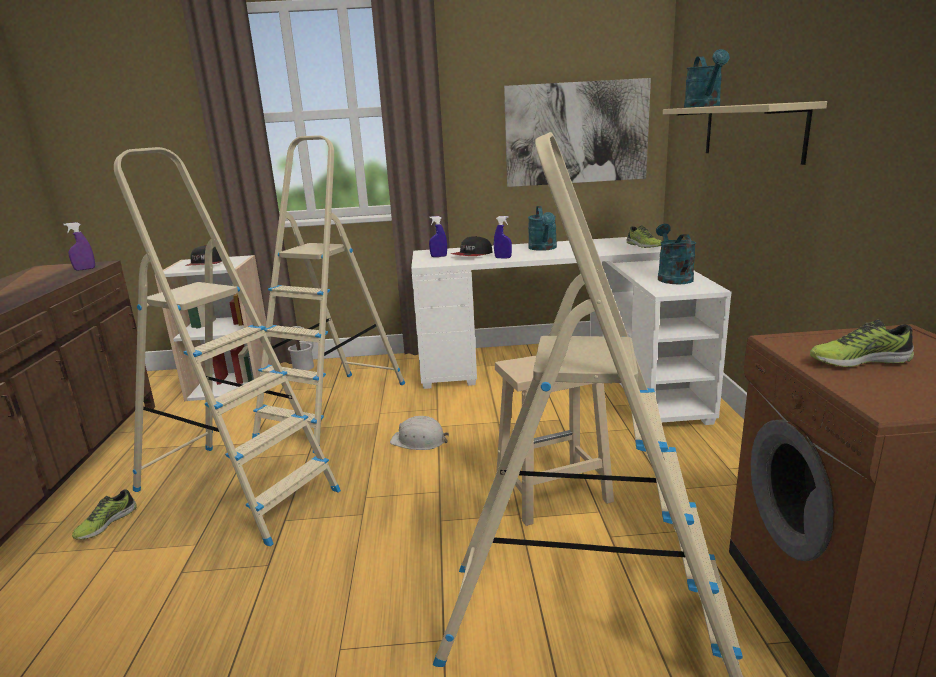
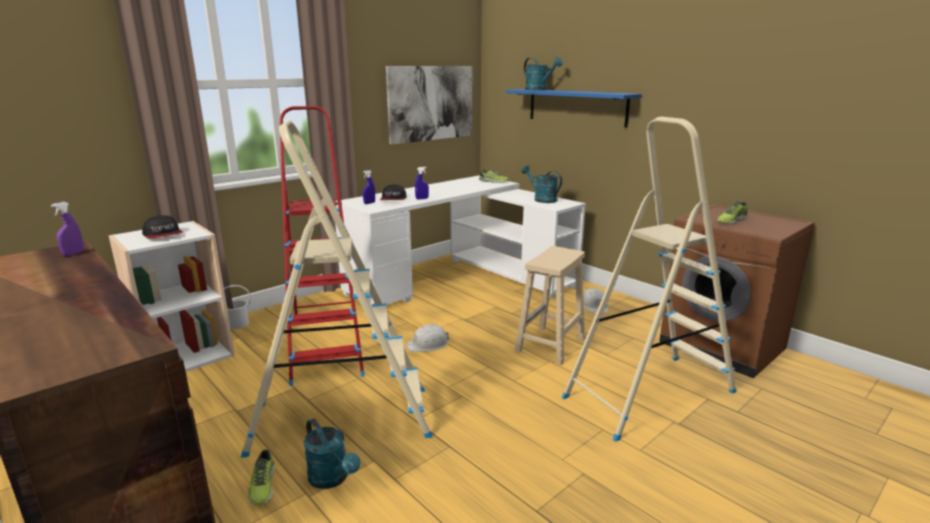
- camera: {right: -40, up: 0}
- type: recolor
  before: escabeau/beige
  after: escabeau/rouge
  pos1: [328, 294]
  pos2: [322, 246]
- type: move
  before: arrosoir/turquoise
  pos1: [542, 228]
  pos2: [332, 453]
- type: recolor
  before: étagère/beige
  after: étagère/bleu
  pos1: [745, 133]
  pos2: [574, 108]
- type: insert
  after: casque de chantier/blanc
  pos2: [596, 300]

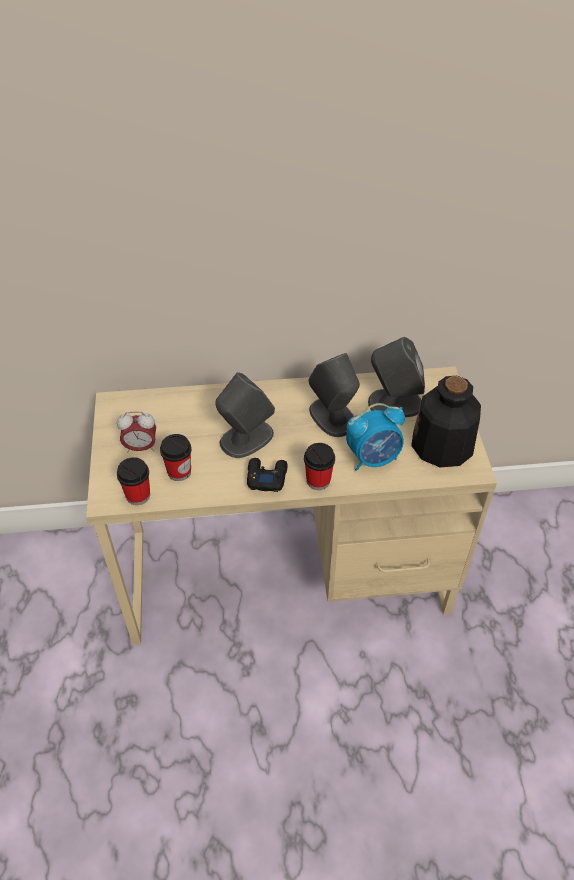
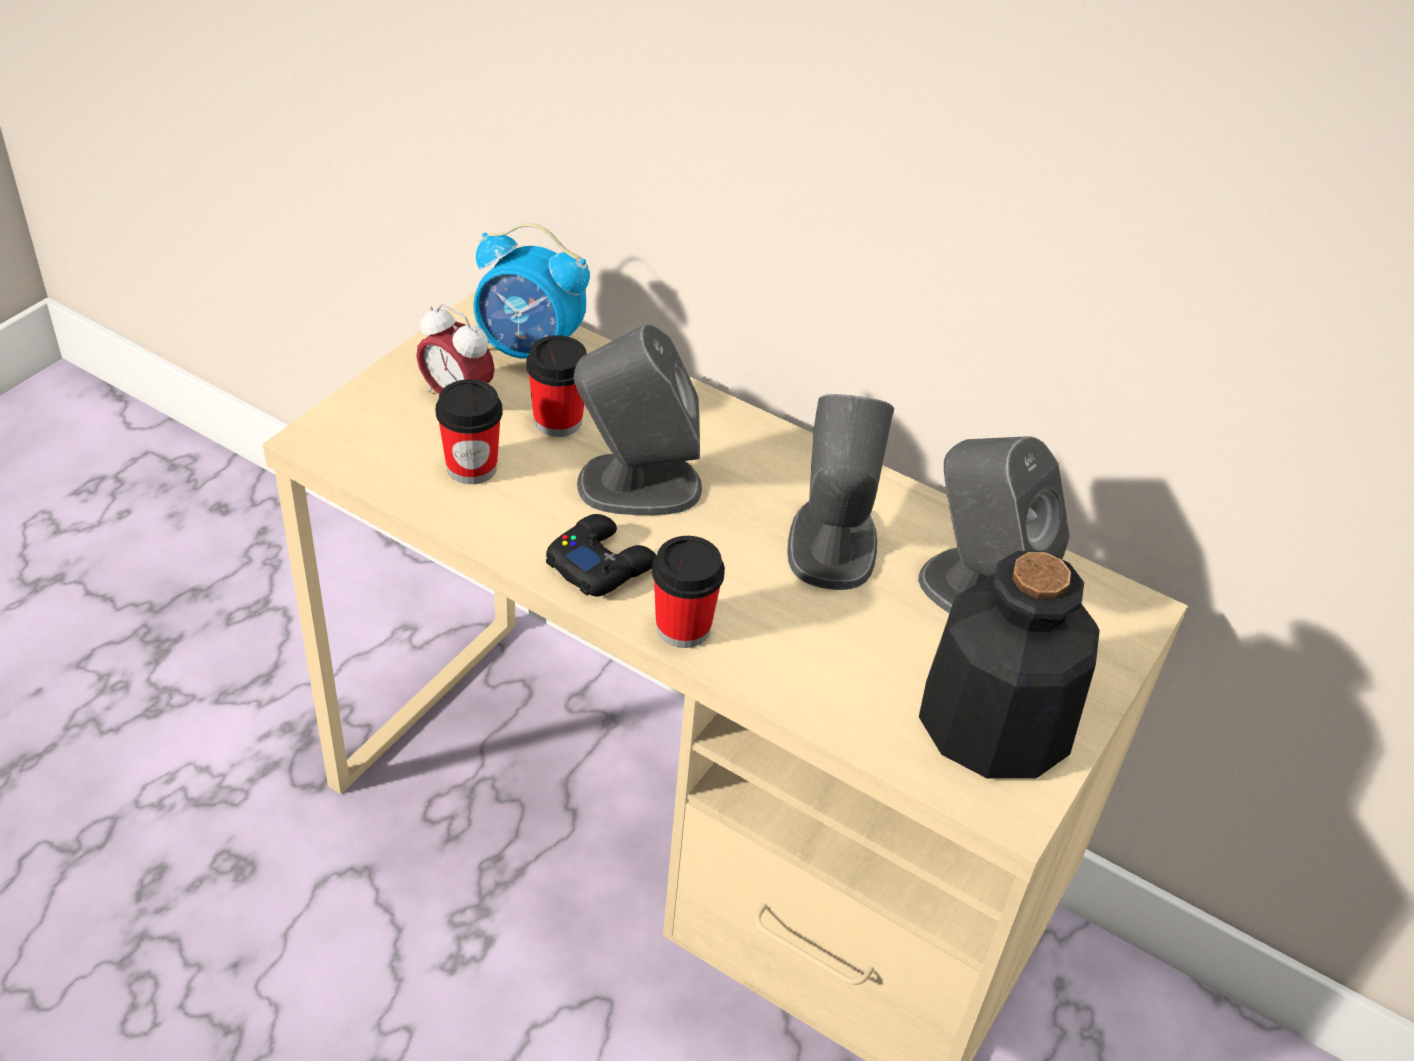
- camera: {right: 35, up: -5}
- type: move
  before: réveil
  pos1: [375, 437]
  pos2: [531, 291]
- type: move
  before: tasse
  pos1: [133, 481]
  pos2: [556, 386]

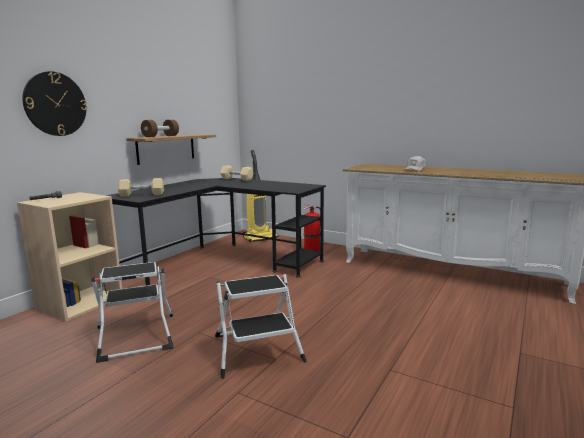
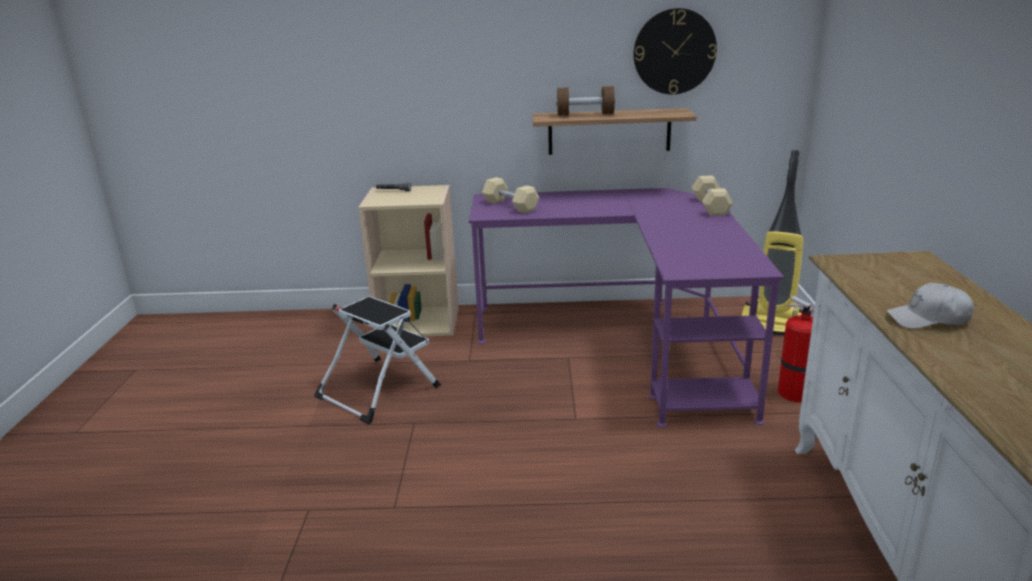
- camera: {right: 60, up: 10}
- type: recolor
  before: bureau/noir
  after: bureau/violet
  pos1: [216, 232]
  pos2: [626, 308]
- type: move
  before: horloge murale
  pos1: [54, 103]
  pos2: [675, 51]
- type: delete
  before: escabeau
  pos1: [261, 326]

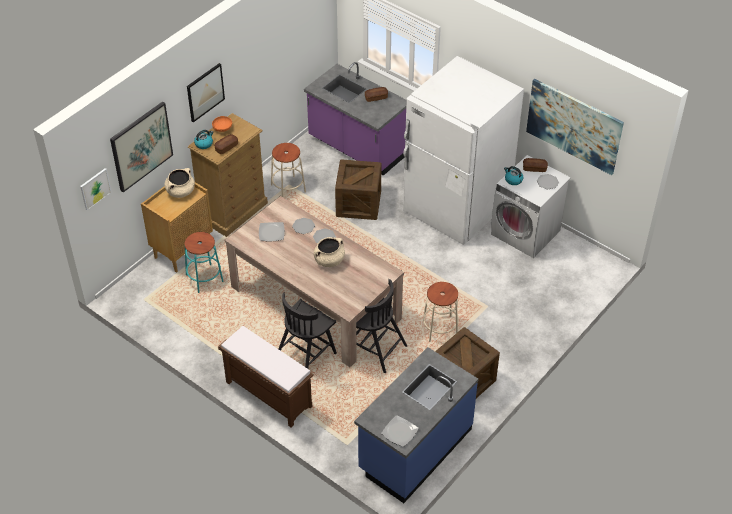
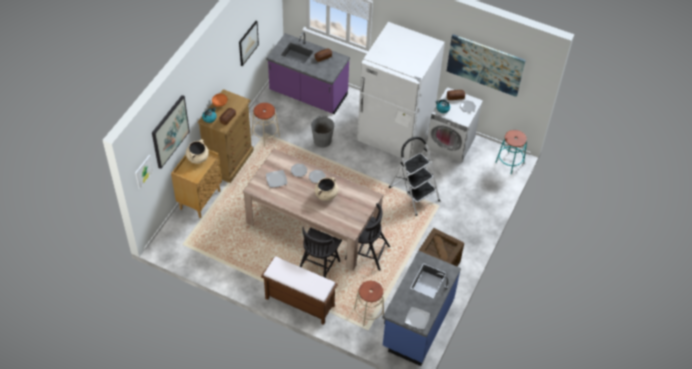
- camera: {right: -15, up: 5}
- type: move
  before: tableau
  pos1: [206, 92]
  pos2: [249, 43]
- type: replace
  before: caisse
  after: seau/gris
  pos1: [358, 189]
  pos2: [322, 131]
- type: move
  before: tabouret/beige
  pos1: [441, 312]
  pos2: [369, 304]
- type: insert
  after: escabeau
  pos2: [414, 176]
- type: move
  before: tabouret/turquoise
  pos1: [204, 262]
  pos2: [511, 152]

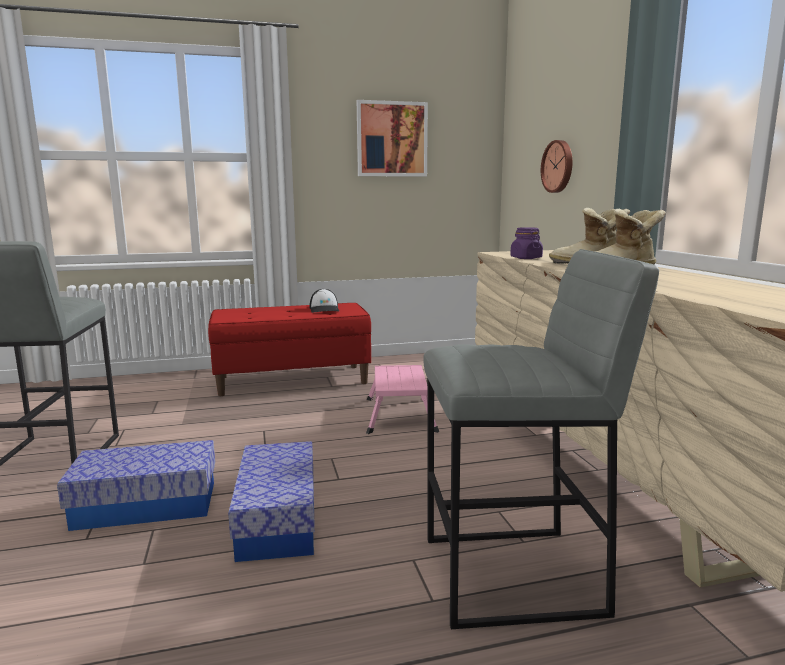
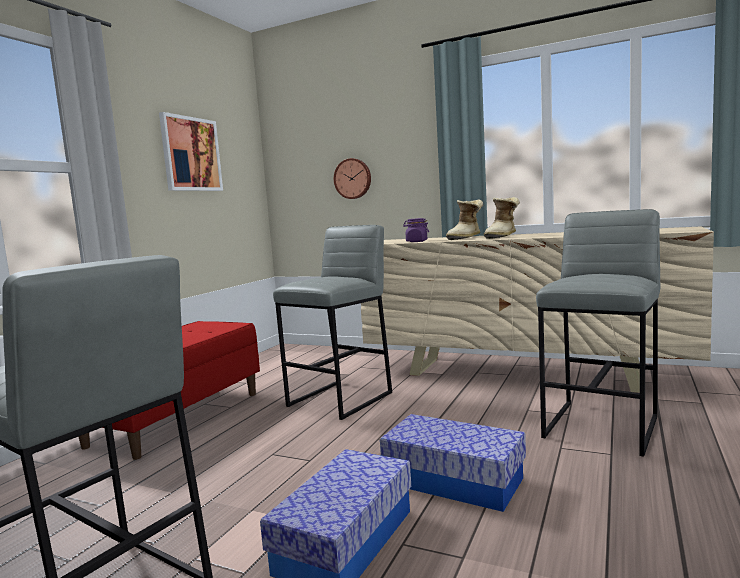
- camera: {right: -50, up: -5}
- type: replace
  before: escabeau/rose
  after: tabouret/gris
  pos1: [402, 399]
  pos2: [332, 322]
- type: delete
  before: casquette
  pos1: [324, 301]

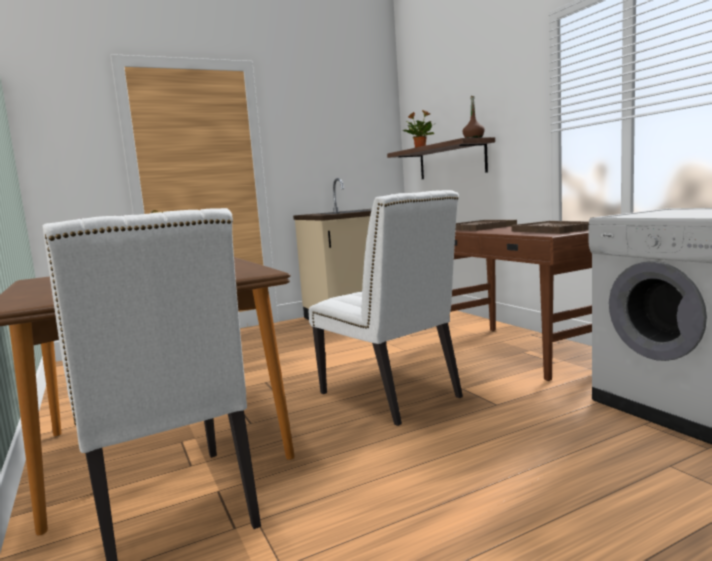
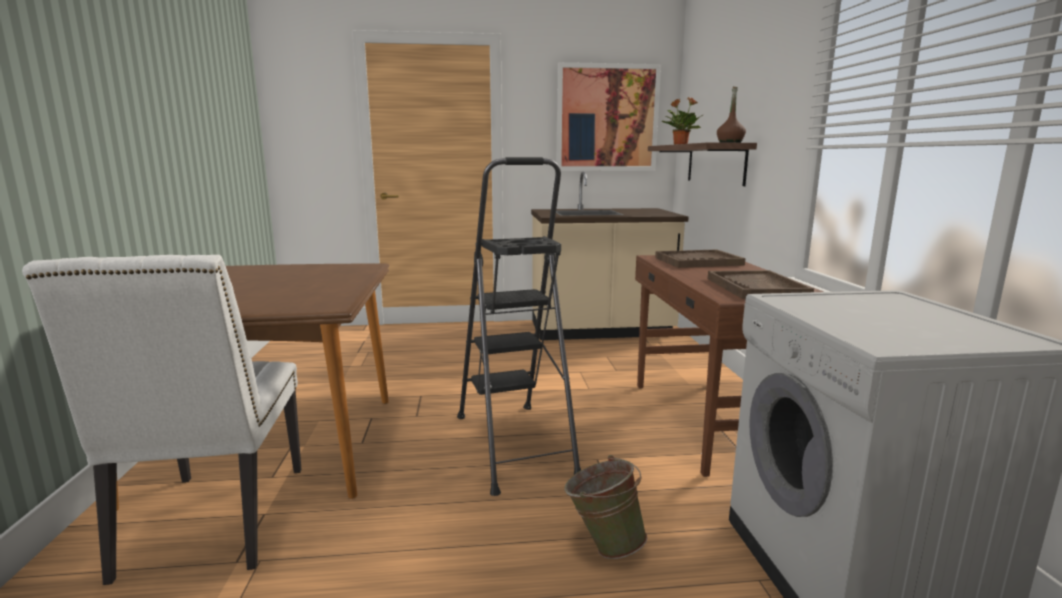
- camera: {right: 20, up: 5}
- type: replace
  before: chaise/blanc
  after: escabeau
  pos1: [385, 308]
  pos2: [519, 326]
- type: insert
  after: tableau
  pos2: [609, 116]
- type: insert
  after: seau/vert
  pos2: [605, 507]

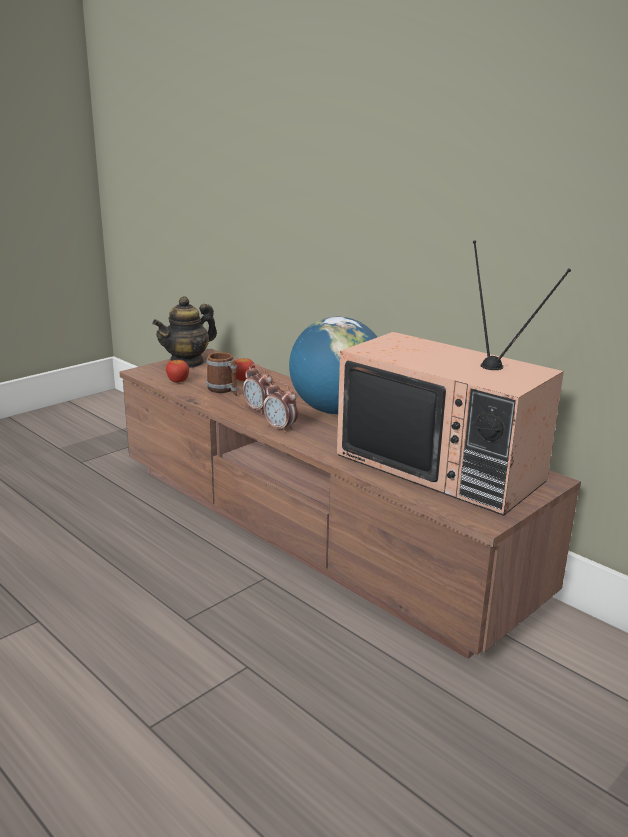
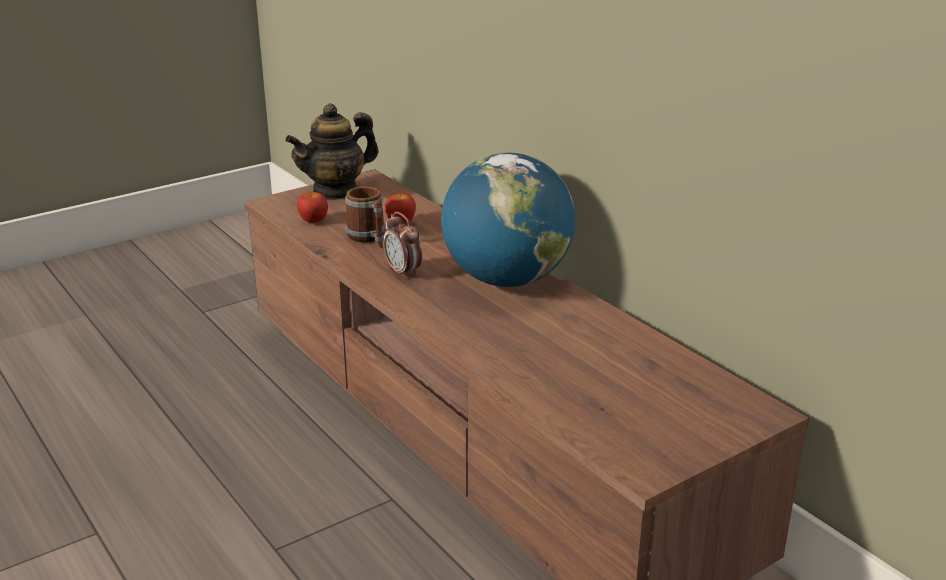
- camera: {right: 10, up: 5}
- type: delete
  before: réveil
  pos1: [280, 406]
- type: delete
  before: téléviseur
  pos1: [454, 378]

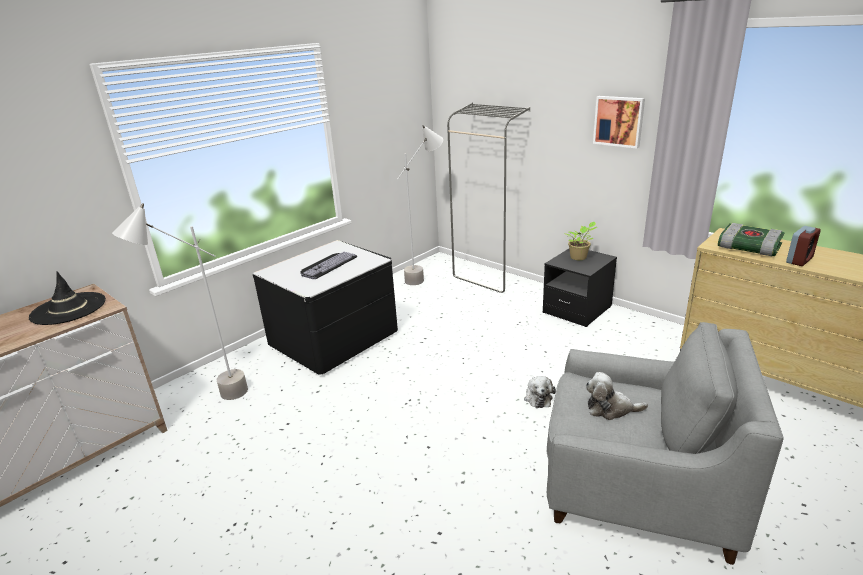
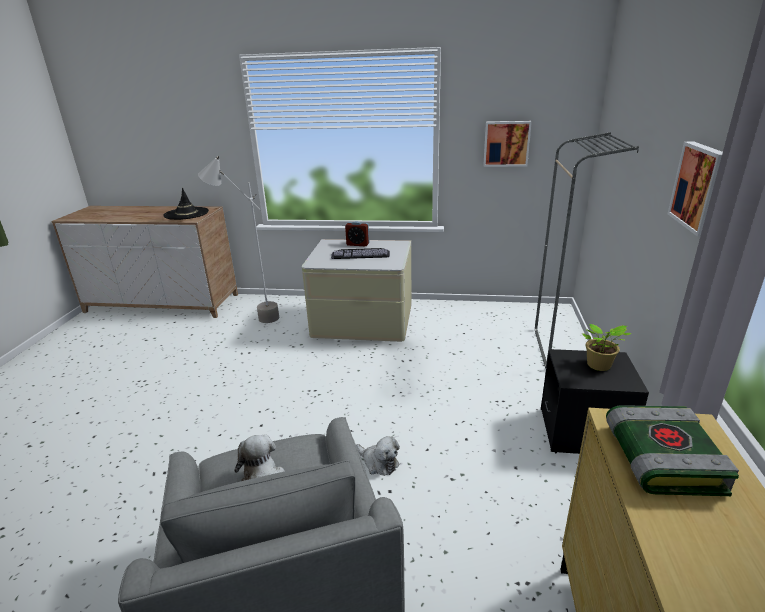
- camera: {right: 55, up: 0}
- type: recolor
  before: table de chevet/noir
  after: table de chevet/beige
  pos1: [325, 307]
  pos2: [357, 290]
- type: move
  before: réveil
  pos1: [803, 246]
  pos2: [357, 233]
- type: rotate
  before: peluche
  pos1: [540, 392]
  pos2: [378, 456]
  turn: -105
- type: insert
  after: tableau
  pos2: [507, 144]
- type: delete
  before: lampadaire/gris
  pos1: [420, 205]

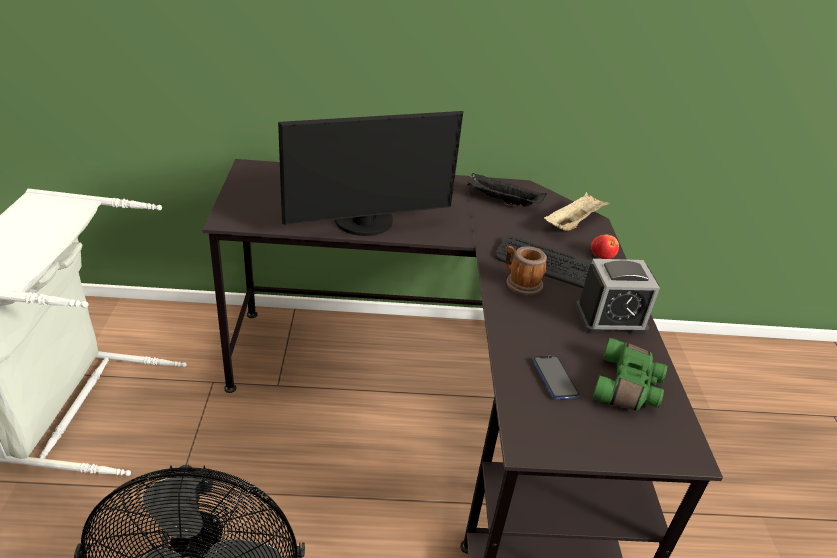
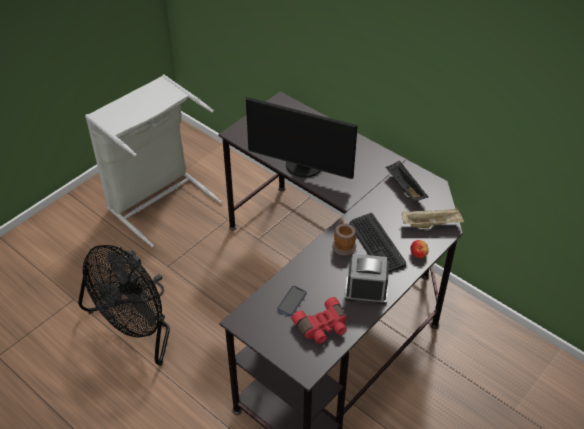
- camera: {right: 45, up: 10}
- type: recolor
  before: jumelles/vert
  after: jumelles/rouge
  pos1: [630, 374]
  pos2: [319, 320]
- type: rotate
  before: réveil
  pos1: [617, 296]
  pos2: [367, 279]
  turn: 150

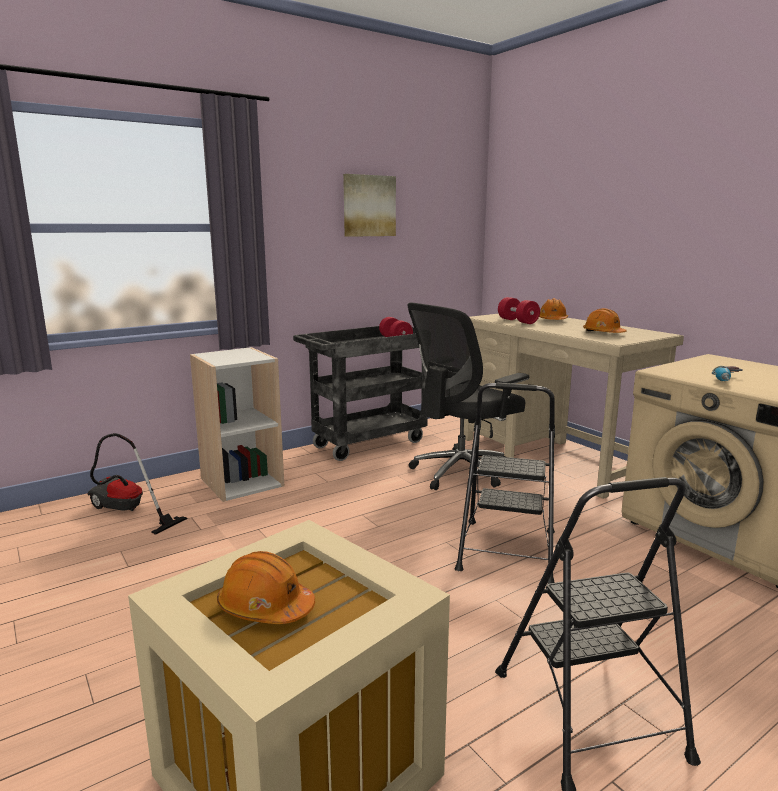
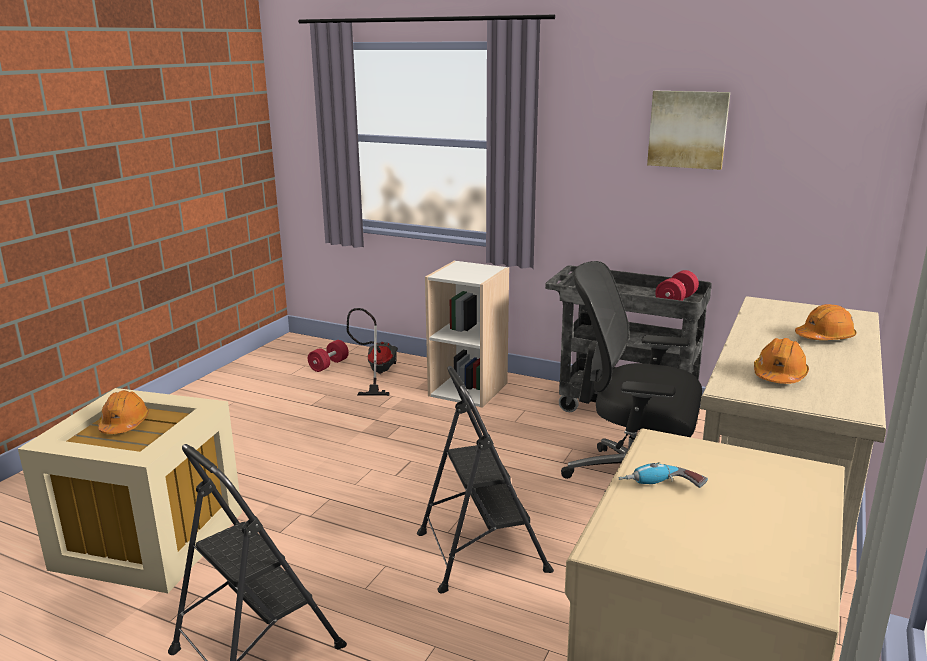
- camera: {right: 60, up: 5}
- type: move
  before: haltère/rouge
  pos1: [519, 310]
  pos2: [328, 356]

